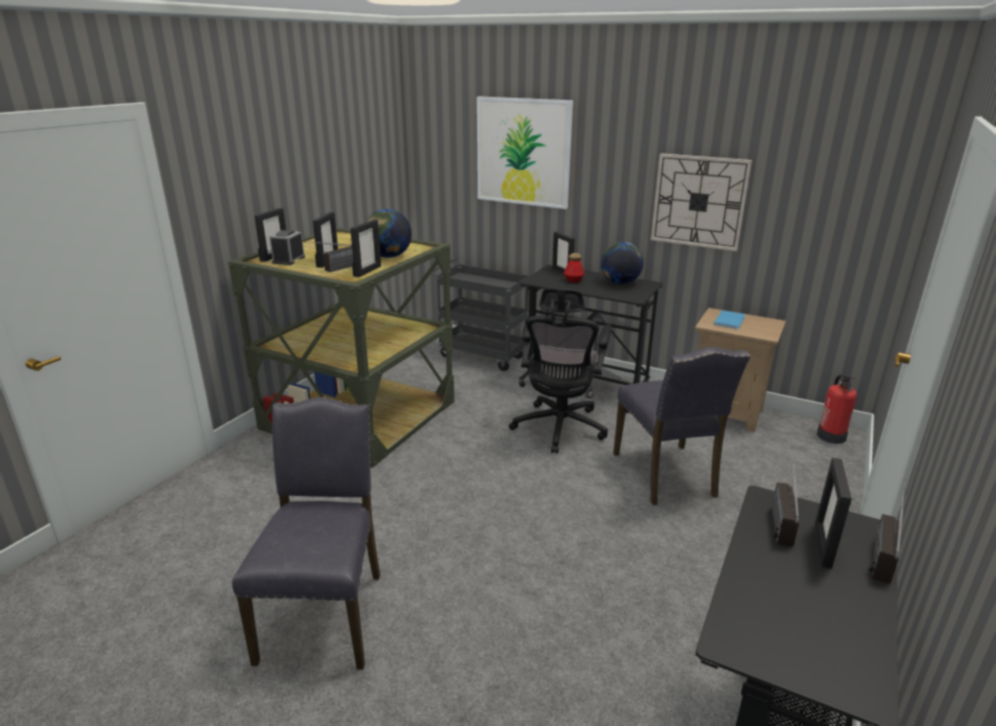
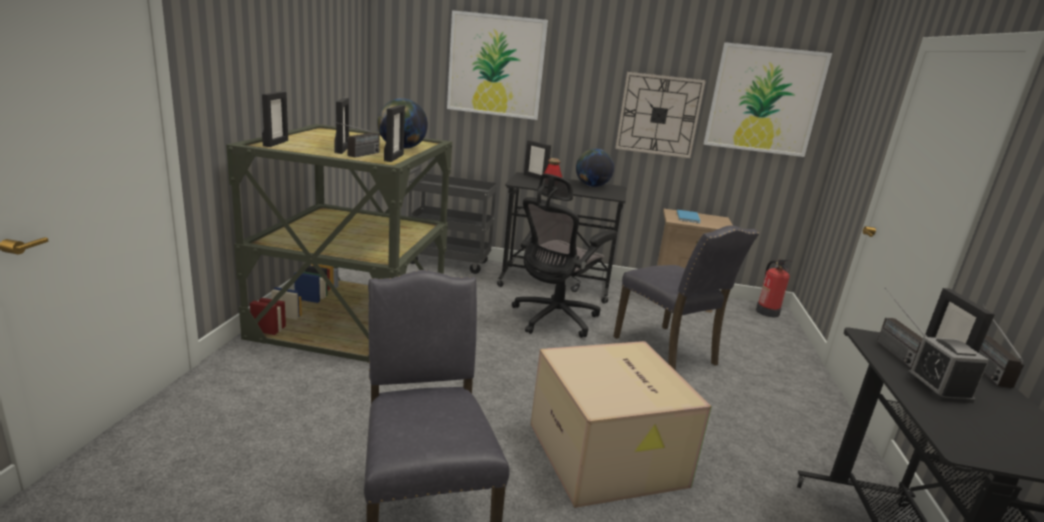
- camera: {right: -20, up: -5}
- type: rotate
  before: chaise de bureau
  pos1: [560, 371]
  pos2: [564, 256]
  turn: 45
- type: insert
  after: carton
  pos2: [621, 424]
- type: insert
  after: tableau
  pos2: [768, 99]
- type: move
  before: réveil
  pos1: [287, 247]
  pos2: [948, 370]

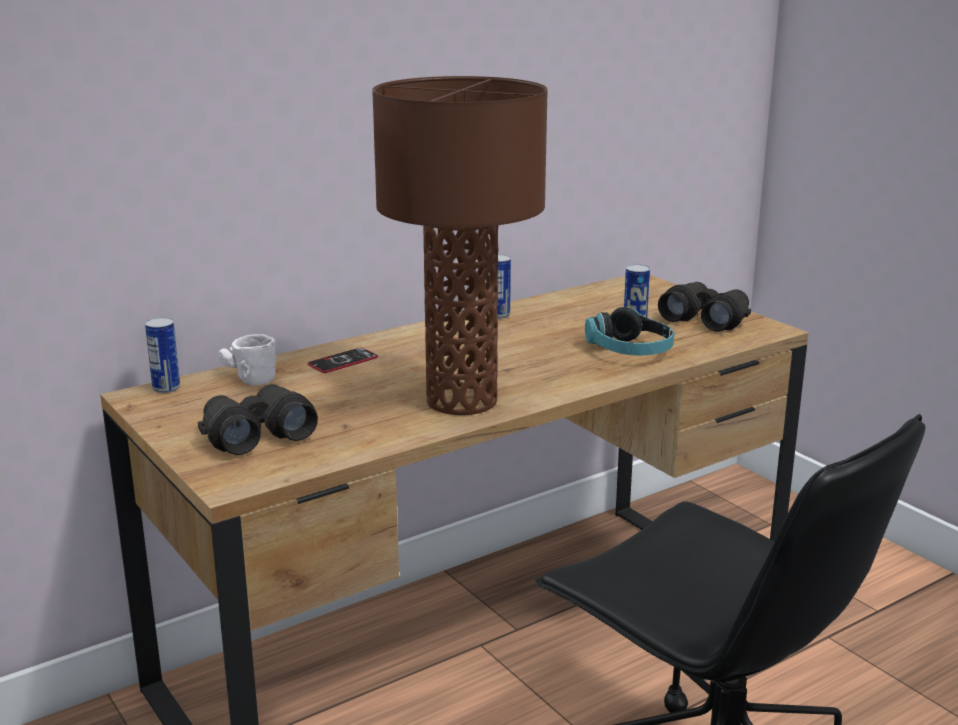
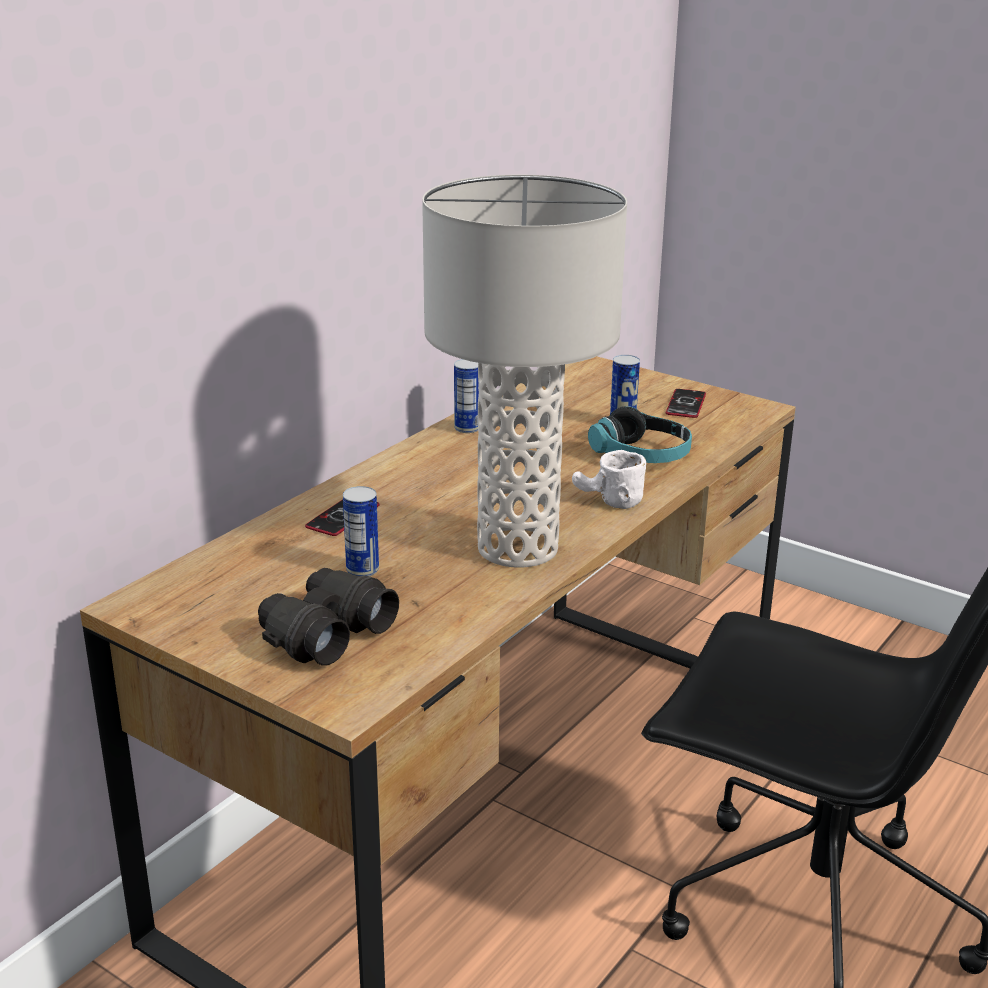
- camera: {right: -20, up: 5}
- type: move
  before: boîte métallique
  pos1: [162, 355]
  pos2: [361, 531]
- type: recolor
  before: lampe de table/marron
  after: lampe de table/blanc
  pos1: [460, 245]
  pos2: [524, 371]
- type: move
  before: mug/blanc
  pos1: [247, 360]
  pos2: [609, 479]
- type: replace
  before: jumelles/noir
  after: téléphone
  pos1: [704, 307]
  pos2: [686, 403]

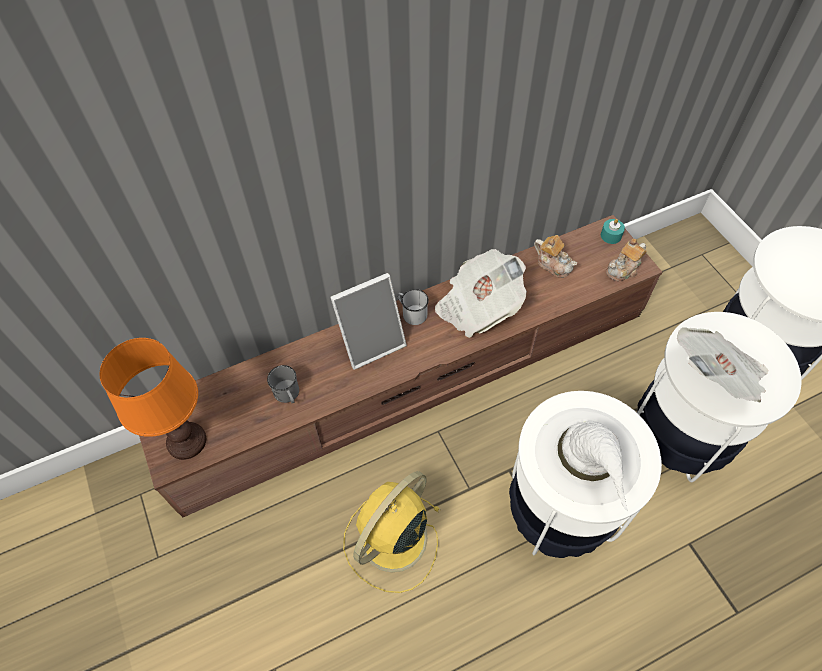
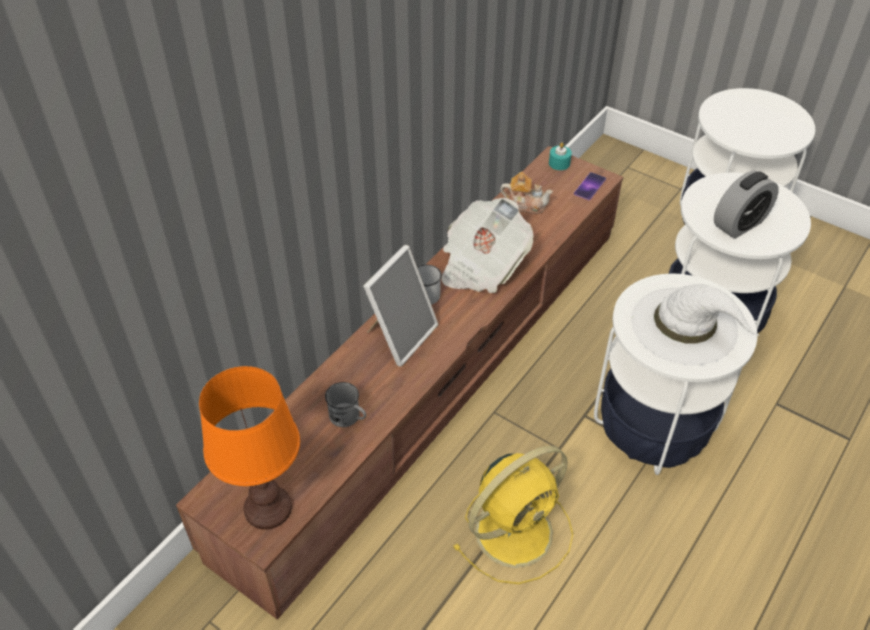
- camera: {right: -30, up: -10}
- type: rotate
  before: ventilateur/jaune
  pos1: [391, 532]
  pos2: [513, 515]
  turn: -135
- type: replace
  before: théière
  after: téléphone
  pos1: [626, 259]
  pos2: [590, 186]
- type: replace
  before: journal
  after: réveil
  pos1: [722, 365]
  pos2: [746, 205]

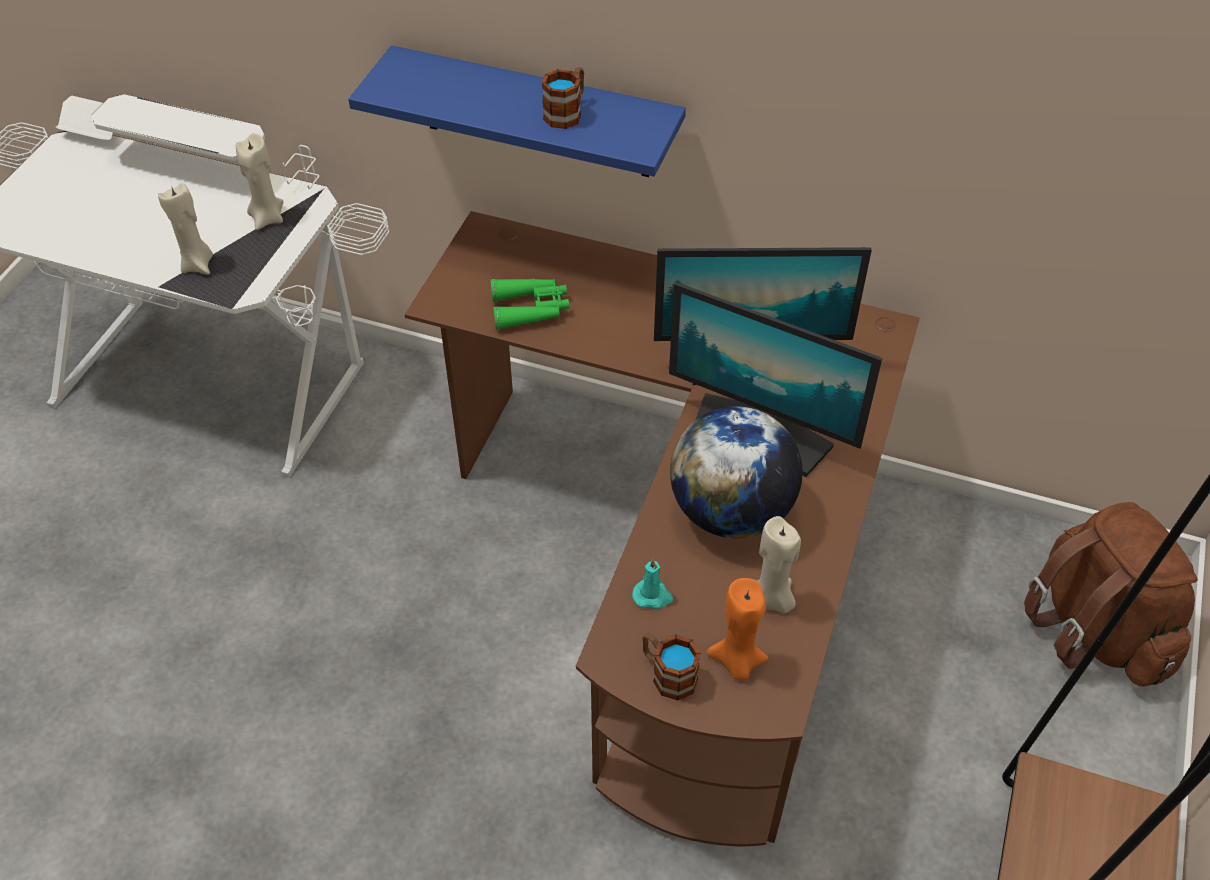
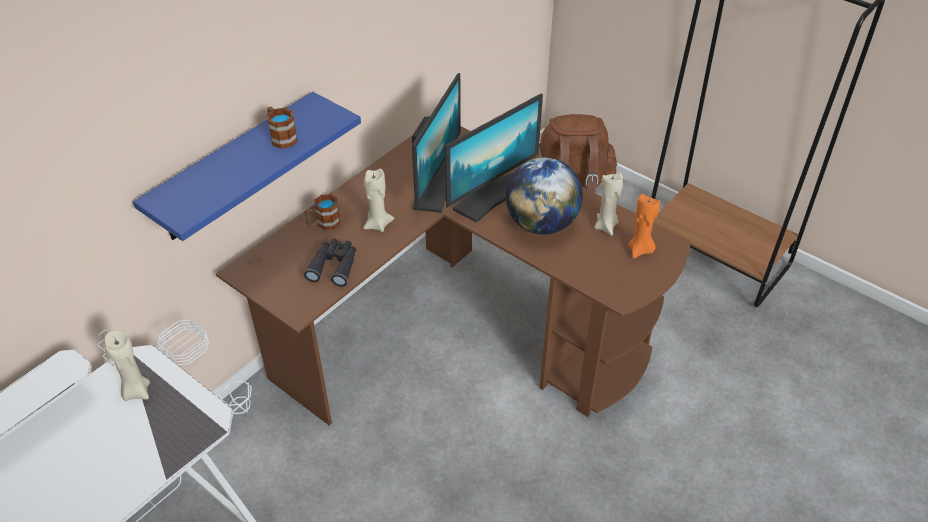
- camera: {right: -70, up: -5}
- type: recolor
  before: jumelles/vert
  after: jumelles/noir
  pos1: [530, 304]
  pos2: [330, 262]
- type: move
  before: mug
  pos1: [671, 666]
  pos2: [322, 212]
- type: move
  before: bougie/beige
  pos1: [185, 229]
  pos2: [378, 200]
- type: delete
  before: bougie/turquoise
  pos1: [652, 583]

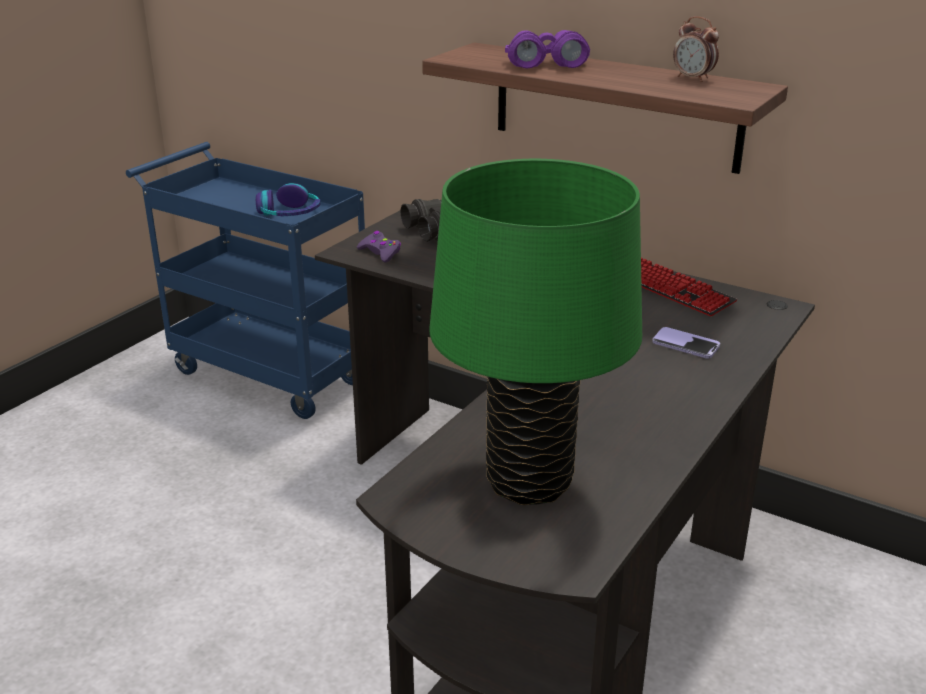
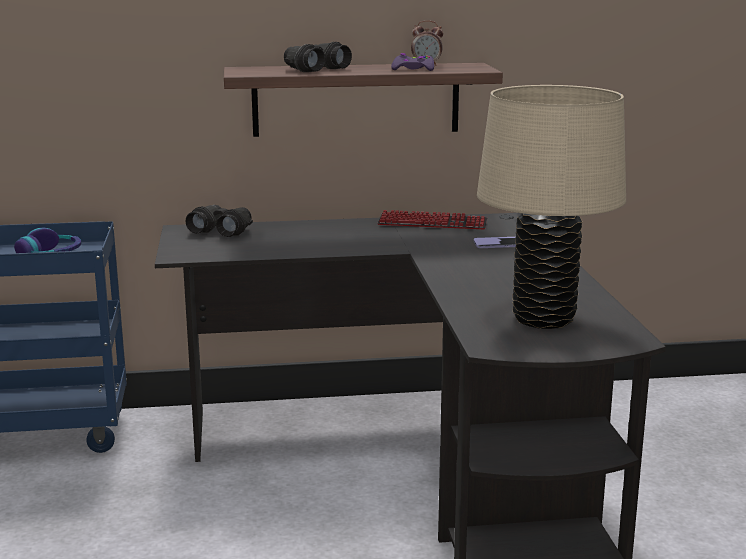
- camera: {right: -40, up: -10}
- type: recolor
  before: jumelles/violet
  after: jumelles/noir
  pos1: [547, 49]
  pos2: [318, 57]
- type: move
  before: manette/violet
  pos1: [379, 246]
  pos2: [412, 62]
- type: recolor
  before: lampe de table/vert
  after: lampe de table/beige
  pos1: [535, 332]
  pos2: [551, 207]

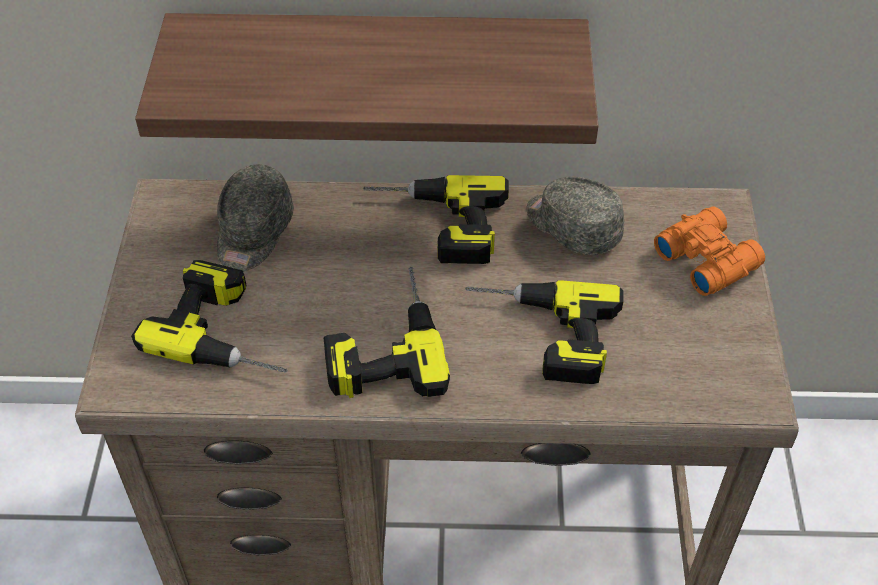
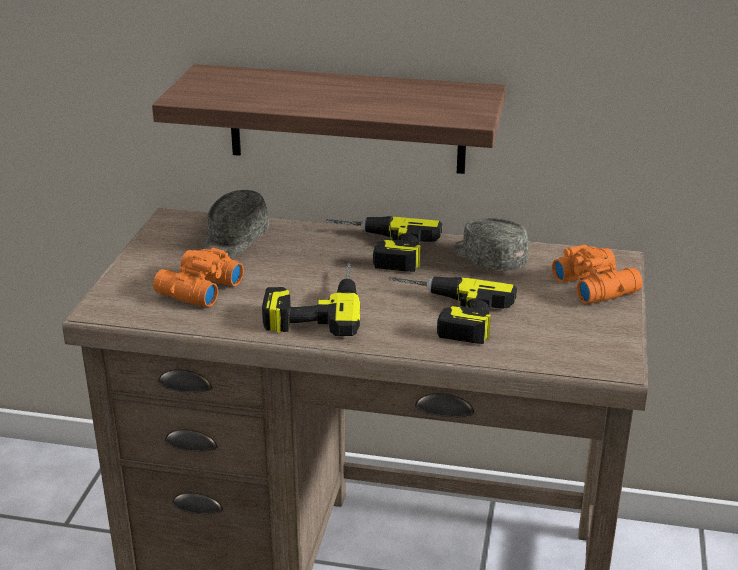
- camera: {right: 10, up: -20}
- type: replace
  before: perceuse
  after: jumelles/orange
  pos1: [209, 316]
  pos2: [198, 277]

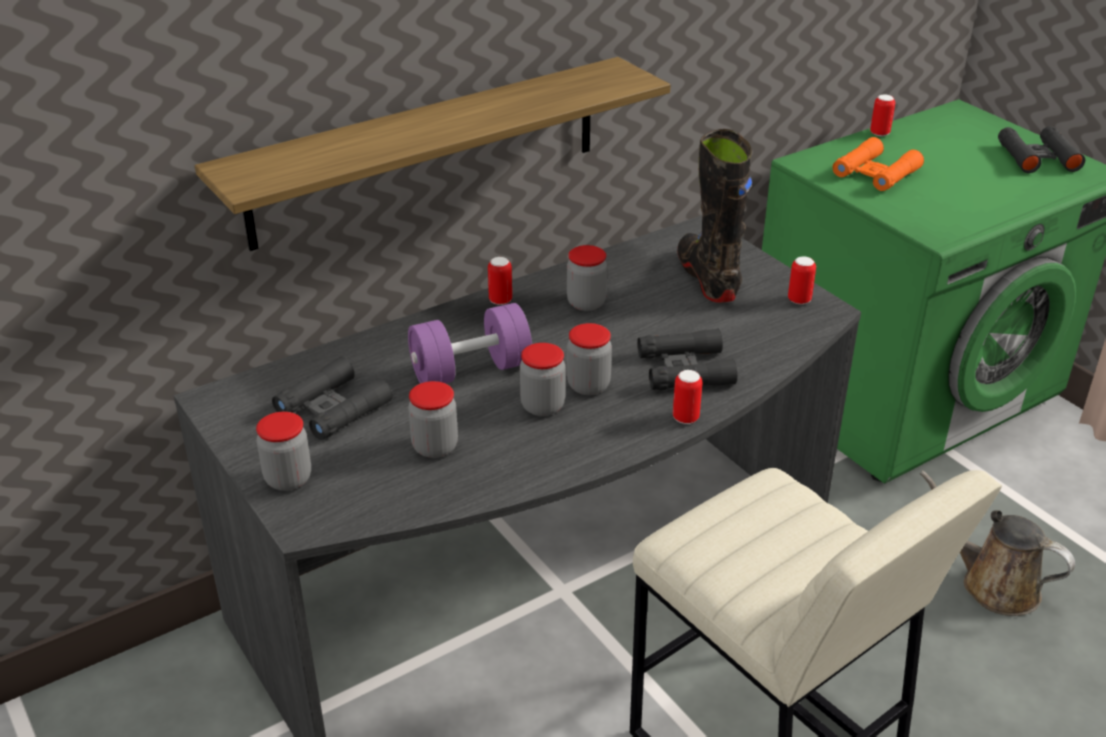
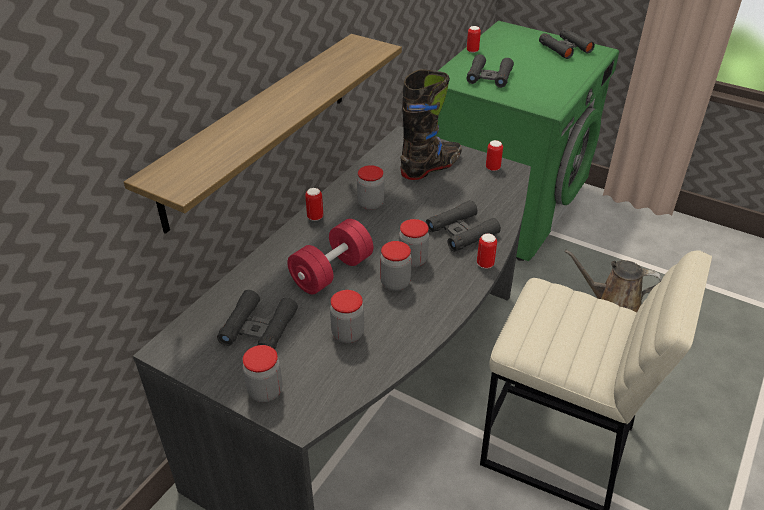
- camera: {right: -25, up: 5}
- type: recolor
  before: haltère/violet
  after: haltère/rouge
  pos1: [470, 343]
  pos2: [330, 256]
- type: rotate
  before: botte/noir
  pos1: [714, 216]
  pos2: [431, 124]
  turn: 90
- type: recolor
  before: jumelles/orange
  after: jumelles/noir
  pos1: [878, 164]
  pos2: [490, 71]

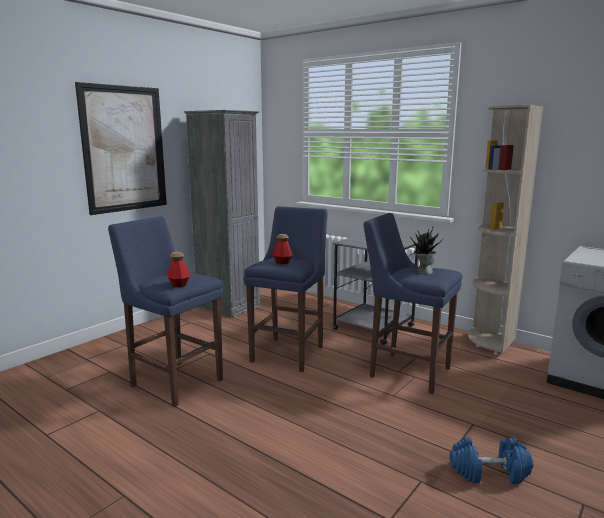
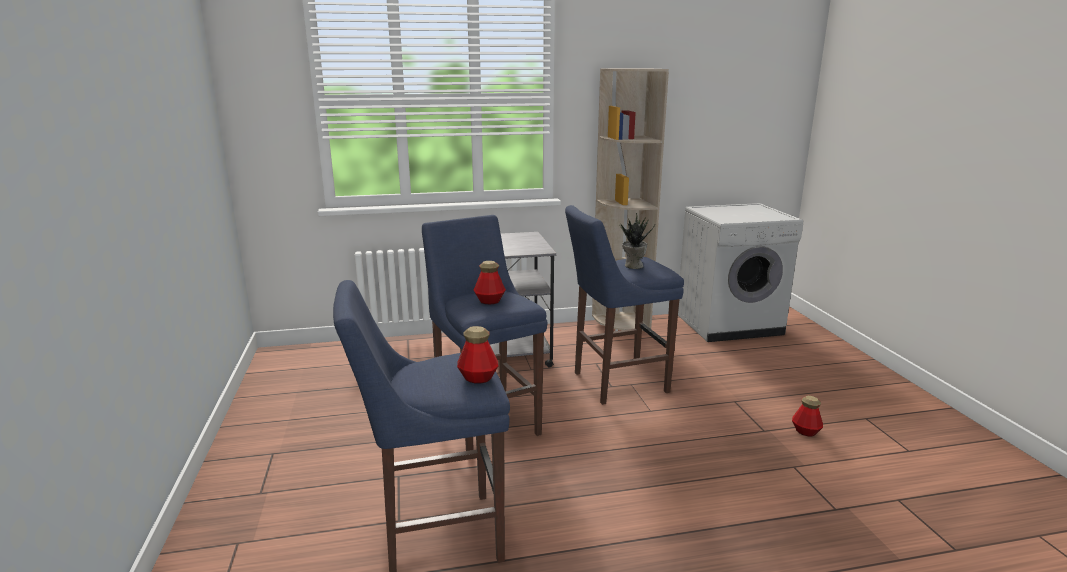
- camera: {right: -50, up: 5}
- type: replace
  before: haltère/bleu
  after: bouteille
  pos1: [491, 460]
  pos2: [807, 416]
- type: delete
  before: tableau
  pos1: [121, 148]
- type: delete
  before: meuble de rangement/gris
  pos1: [222, 213]

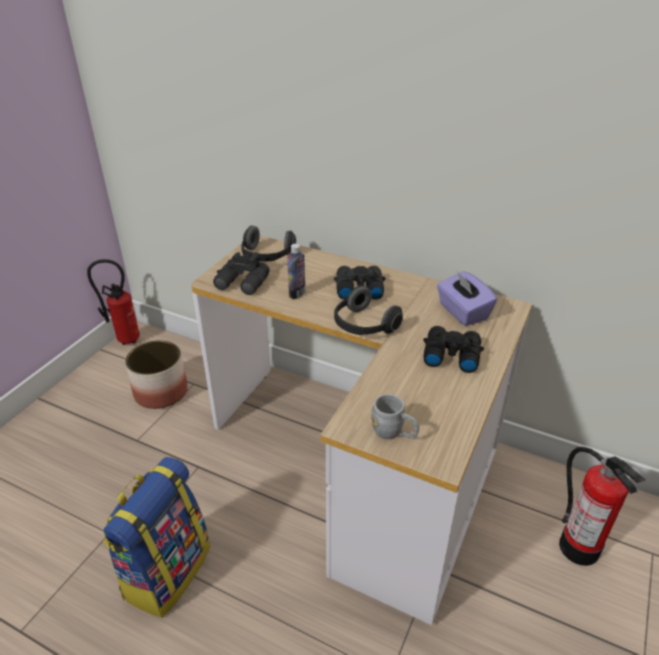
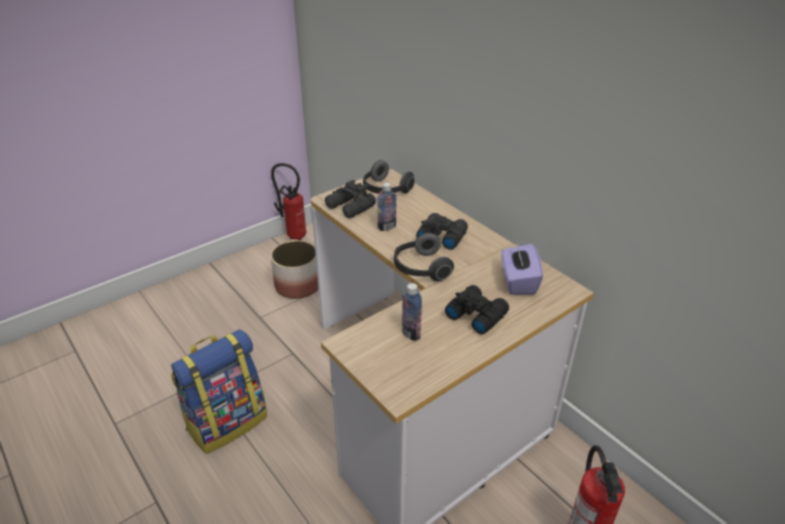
- camera: {right: 25, up: 0}
- type: insert
  after: bouteille
  pos2: [412, 312]
- type: delete
  before: mug/gris
  pos1: [395, 416]

